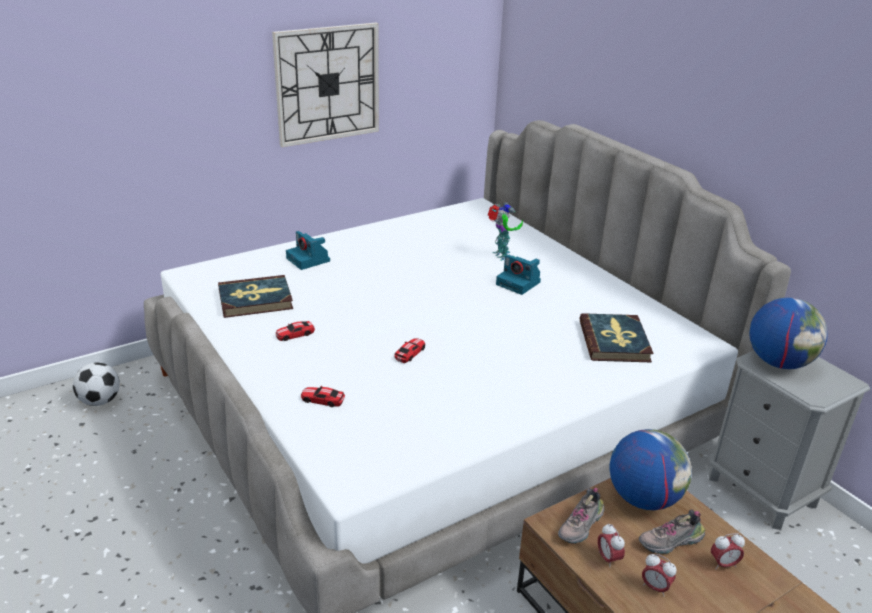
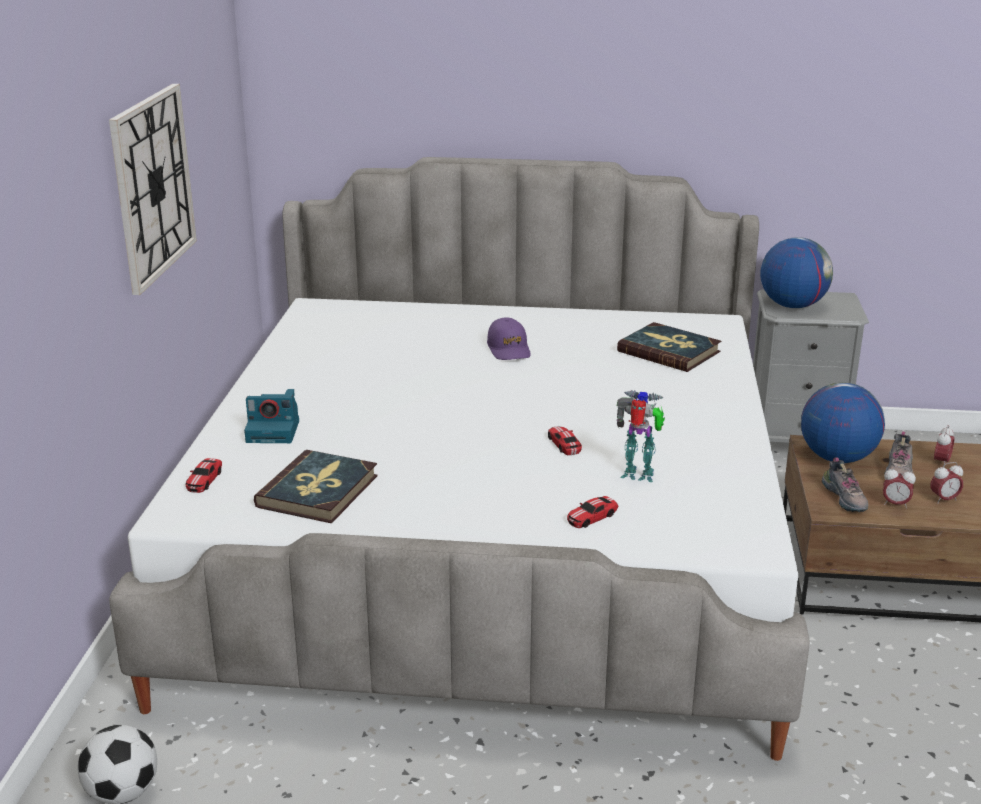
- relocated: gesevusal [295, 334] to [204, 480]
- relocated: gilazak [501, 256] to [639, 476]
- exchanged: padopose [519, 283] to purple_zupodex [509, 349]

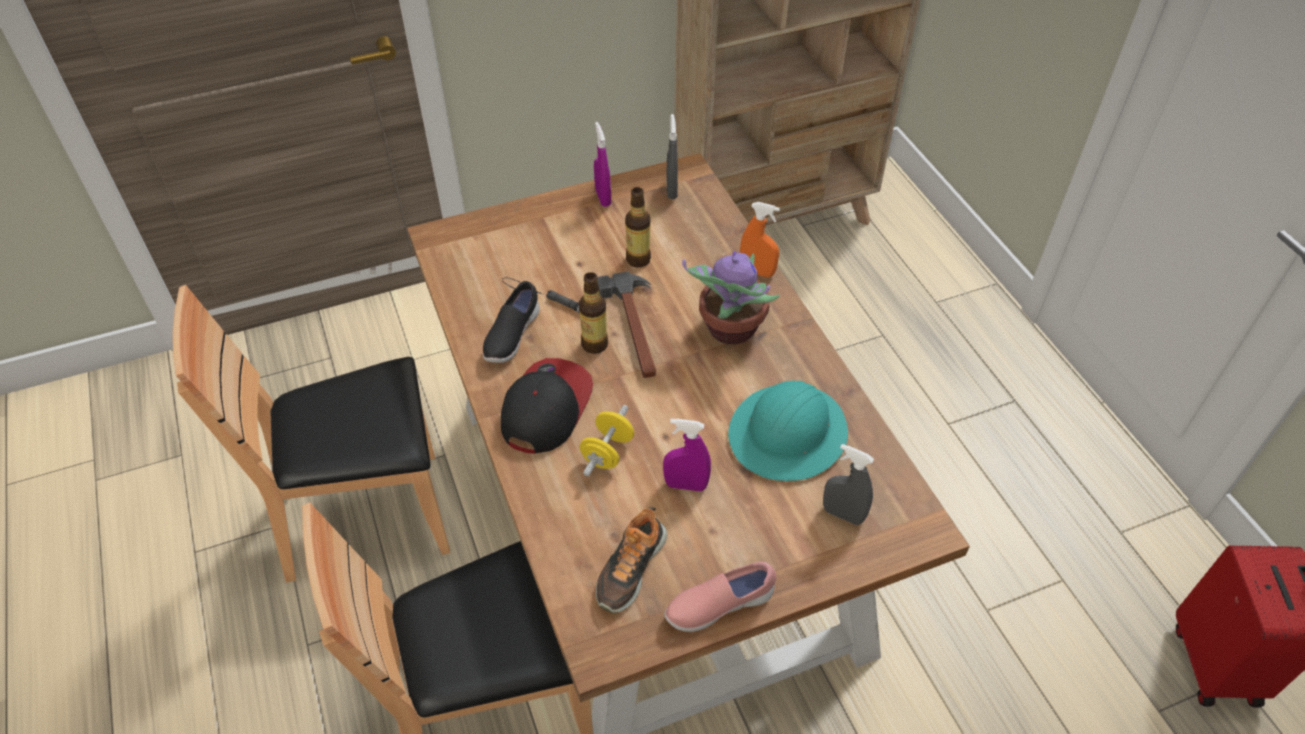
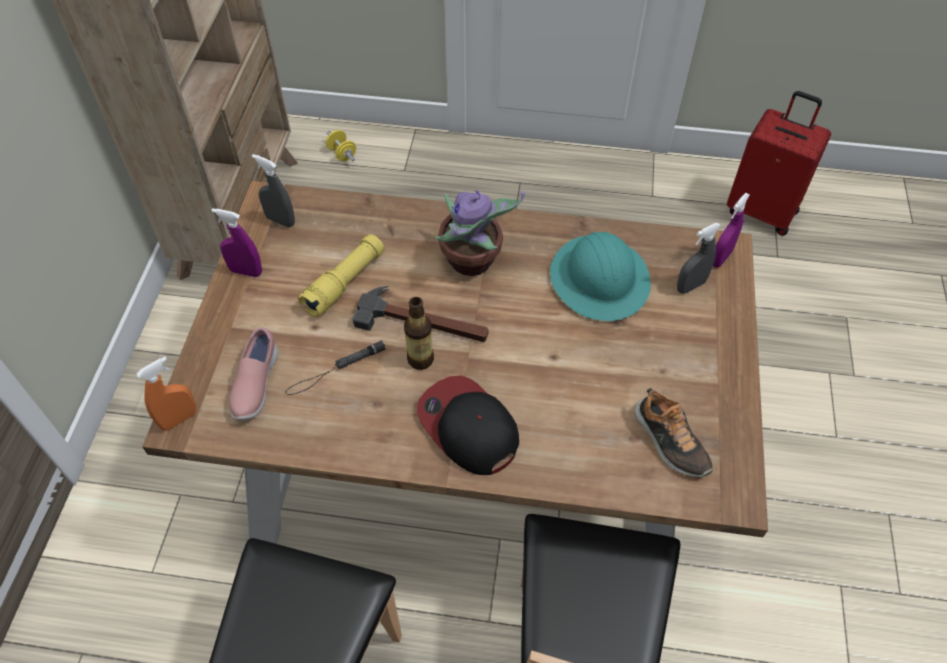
- missing: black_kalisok [511, 336]
- relocated: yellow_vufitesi [607, 452] to [342, 154]
- exchanged: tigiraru [638, 259] to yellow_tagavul [345, 283]
- relocated: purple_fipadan [686, 485] to [721, 258]
- relocated: pink_kalisok [718, 605] to [255, 385]
- relocated: orange_fipadan [757, 272] to [179, 419]

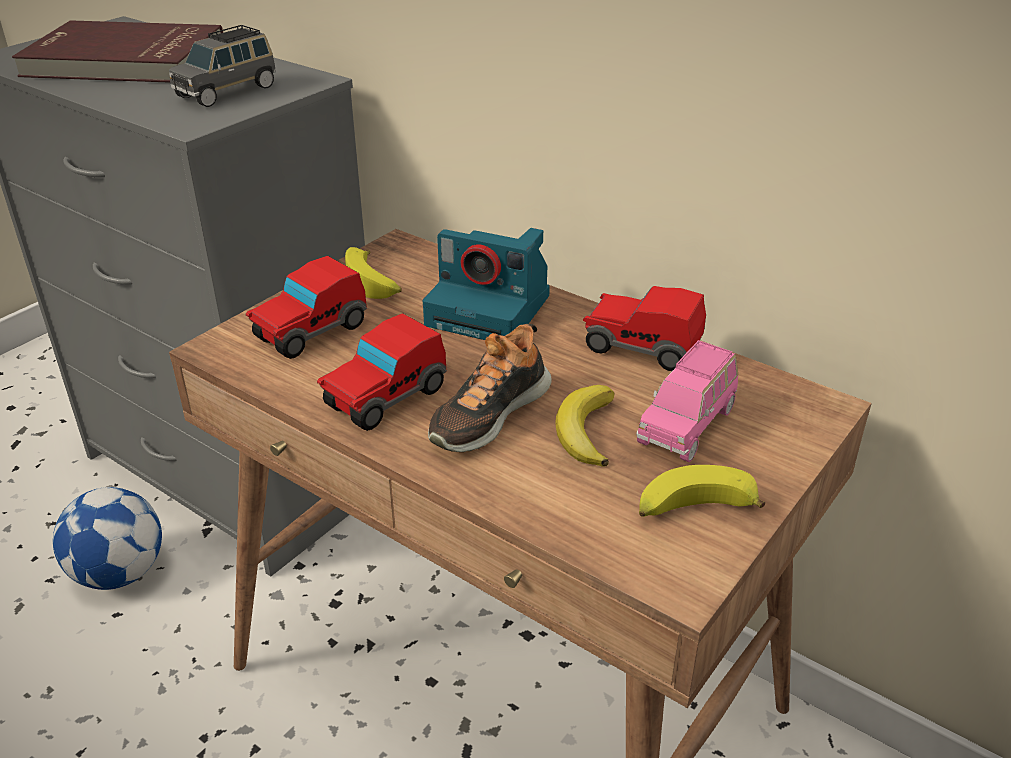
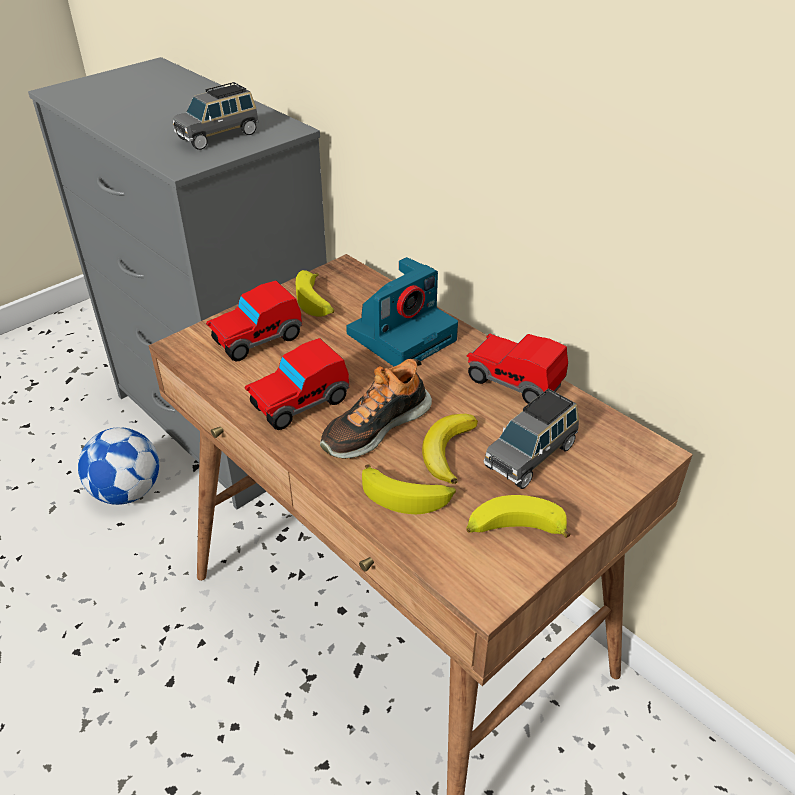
- missing: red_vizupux [124, 61]
- spun: padopose [491, 310] = [402, 335] 75 degrees counterclockwise
- colour: pink_gesevusal [687, 425] to grey_gesevusal [530, 456]
- appeared: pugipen [407, 496]

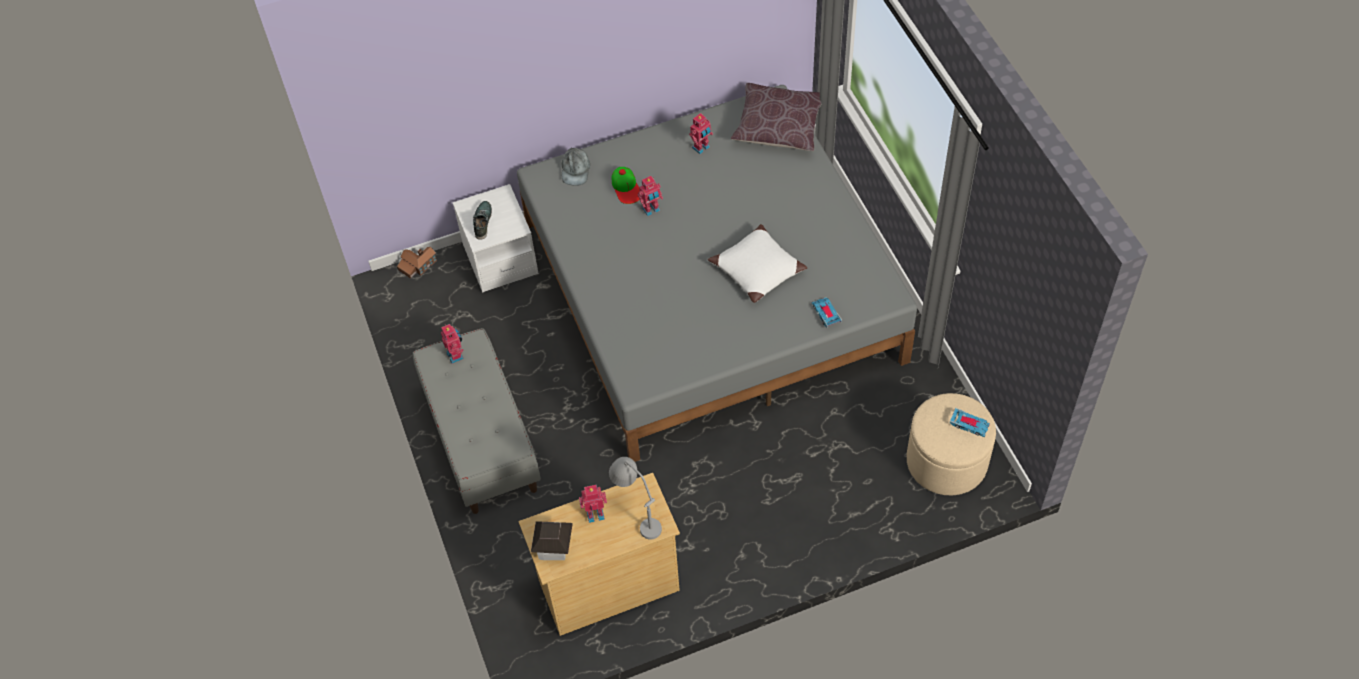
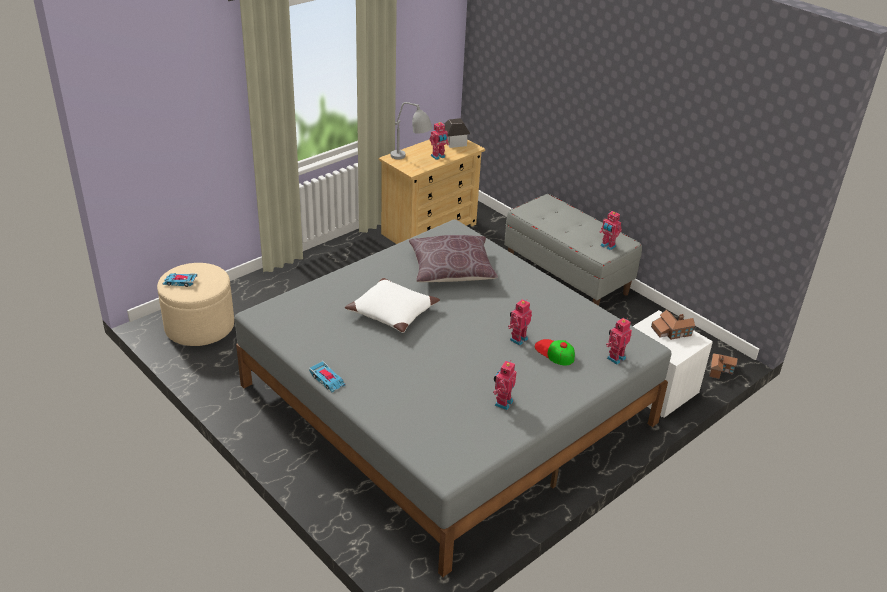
- exchanged: kalisok [482, 222] to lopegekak [671, 331]
- exchanged: grey_zupodex [575, 170] to gilazak [615, 357]
- relocated: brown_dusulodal [779, 126] to [451, 270]
- relocated: gesevusal [826, 313] to [327, 379]

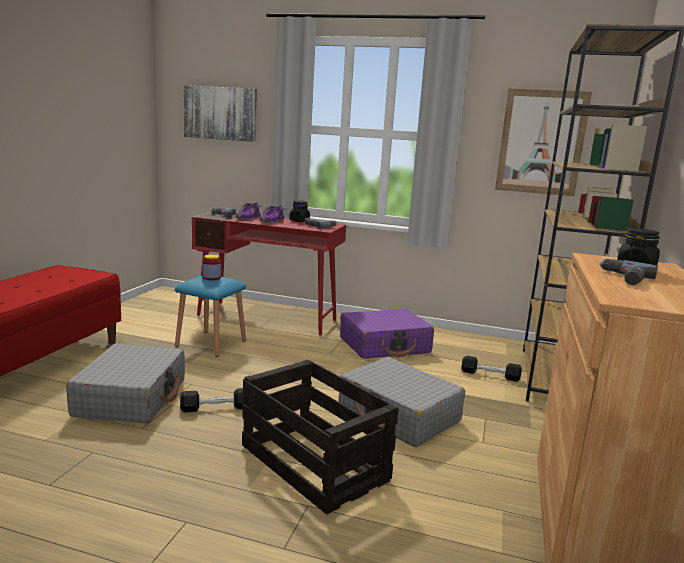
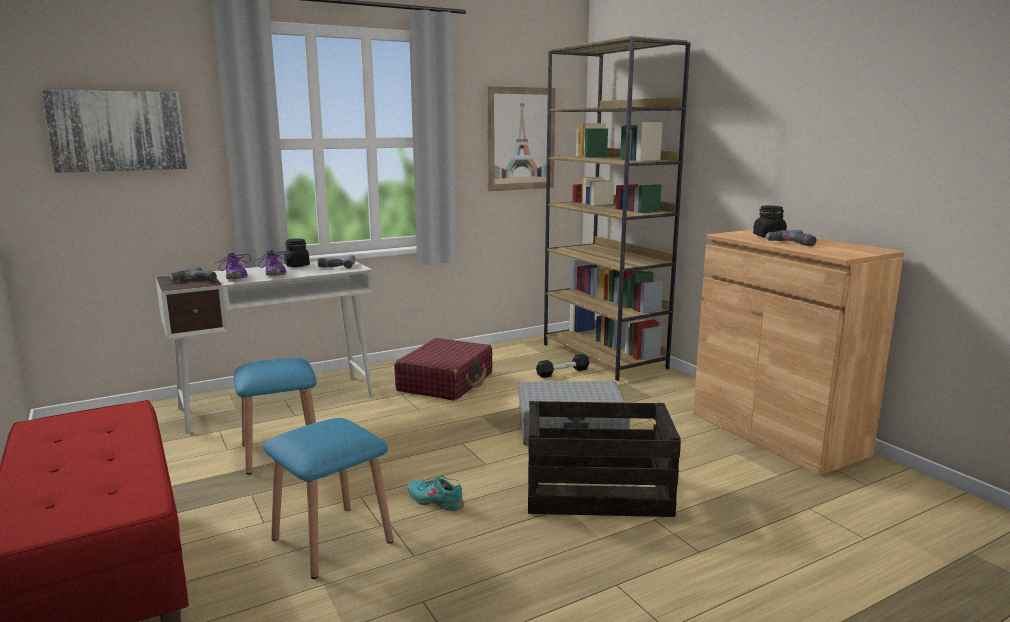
- exchanged: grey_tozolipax [132, 397] to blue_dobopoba [332, 540]
- exchanged: black_vufitesi [216, 408] to turquoise_kalisok [435, 501]
- colour: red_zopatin [267, 317] to white_zopatin [279, 402]
- missing: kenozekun [211, 278]
- colour: purple_tozolipax [385, 345] to red_tozolipax [446, 382]

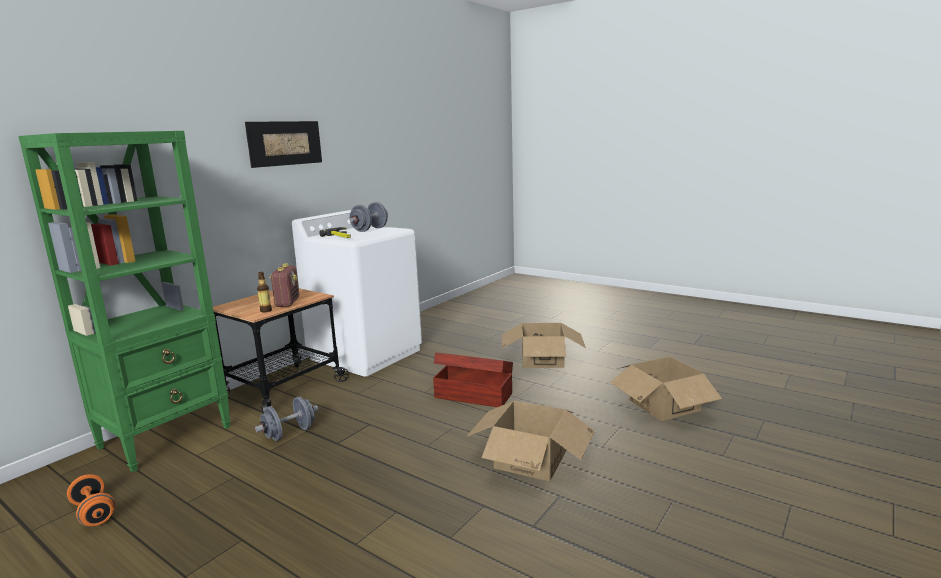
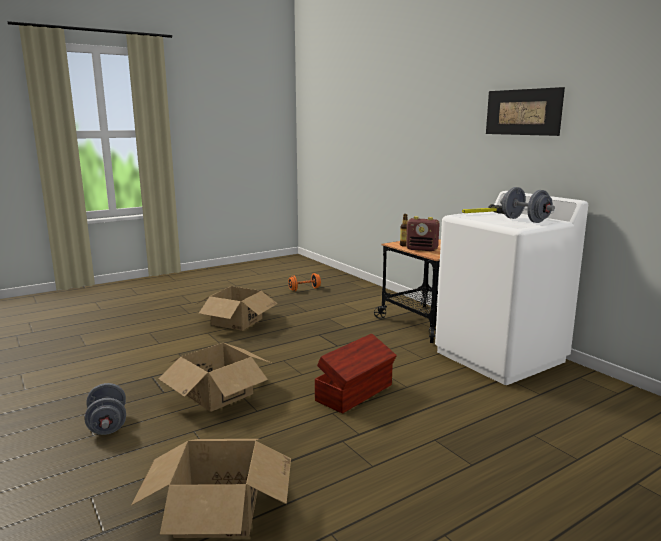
- missing: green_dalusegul [167, 436]
- relocated: grey_vufitesi [289, 433] to [108, 424]
- relocated: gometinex [542, 359] to [237, 321]

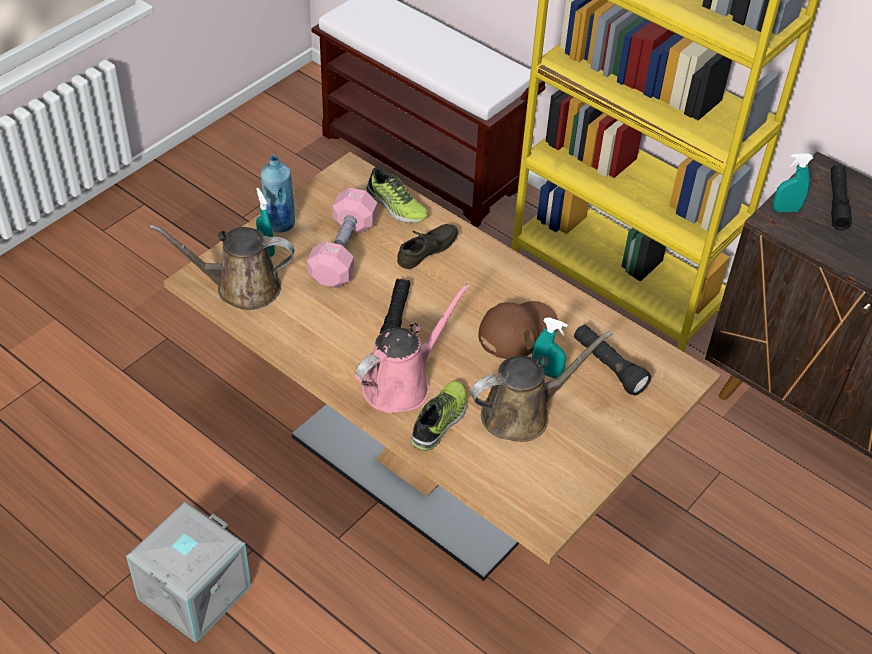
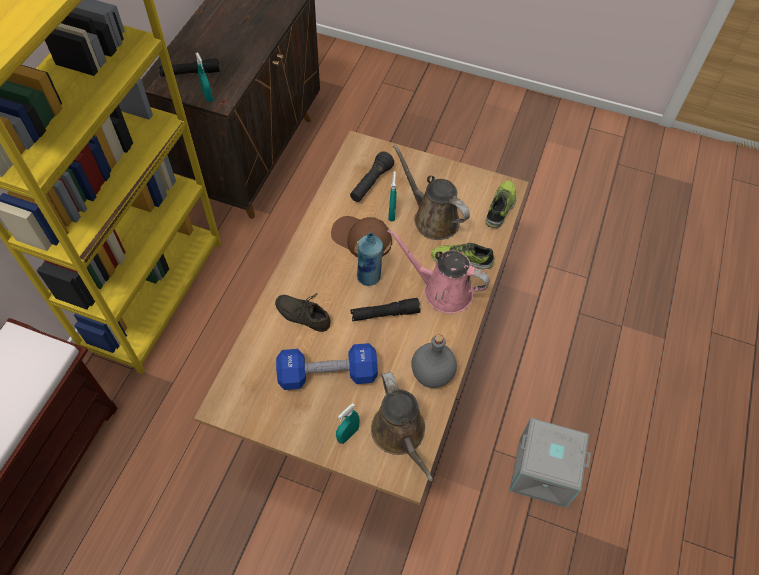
- relocated: blue_tigiraru [280, 224] to [369, 277]
- colour: pink_vufitesi [343, 252] to blue_vufitesi [327, 374]
- relocated: kalisok [395, 206] to [501, 208]
- appeared: grey_tigiraru [431, 374]

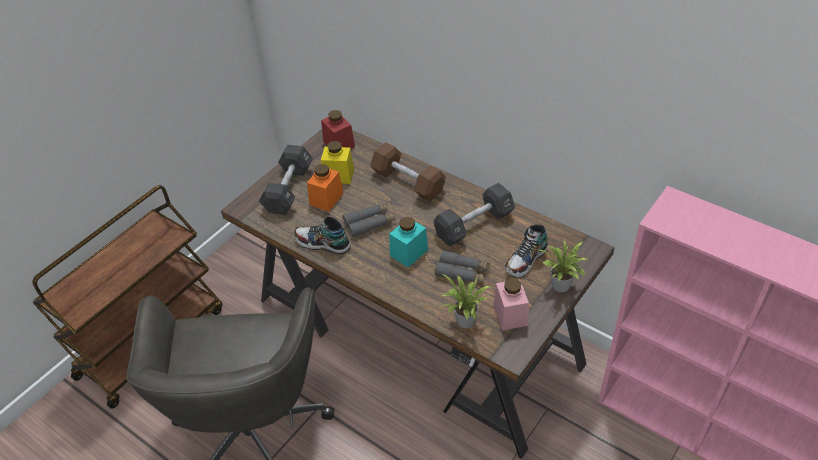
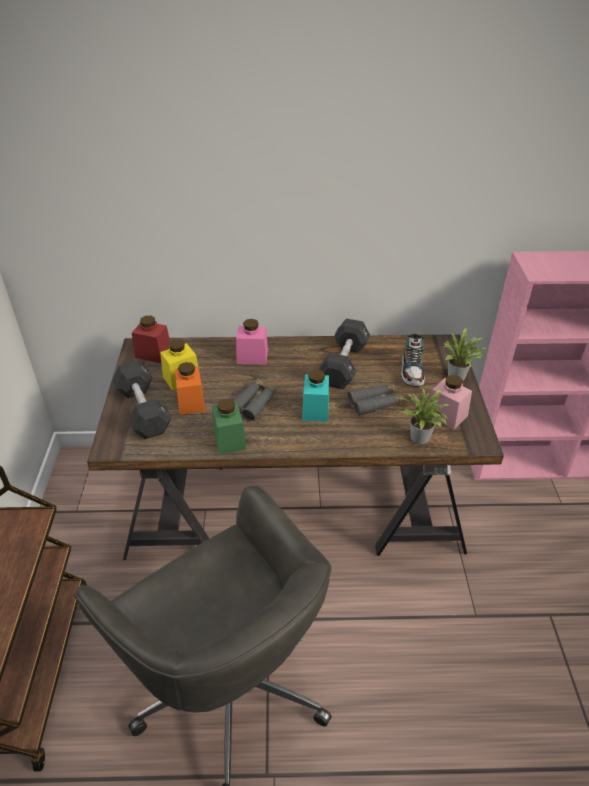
- exchanged: kalisok [323, 244] to green_kenozekun [229, 440]
- exchanged: brown_vufitesi [408, 182] to pink_kenozekun [252, 357]

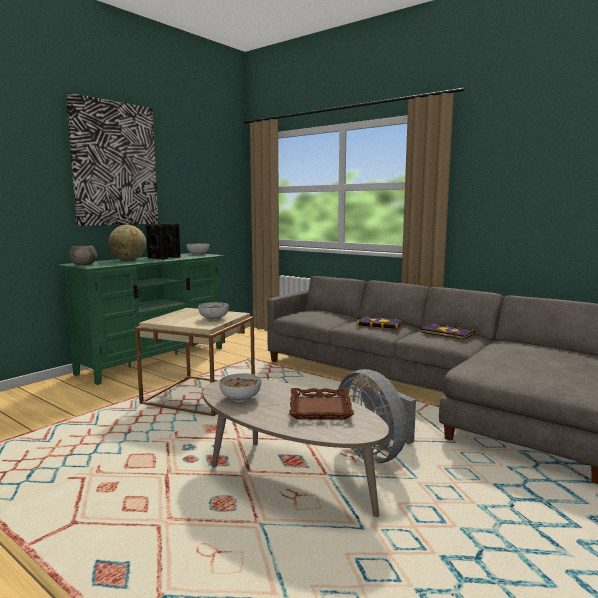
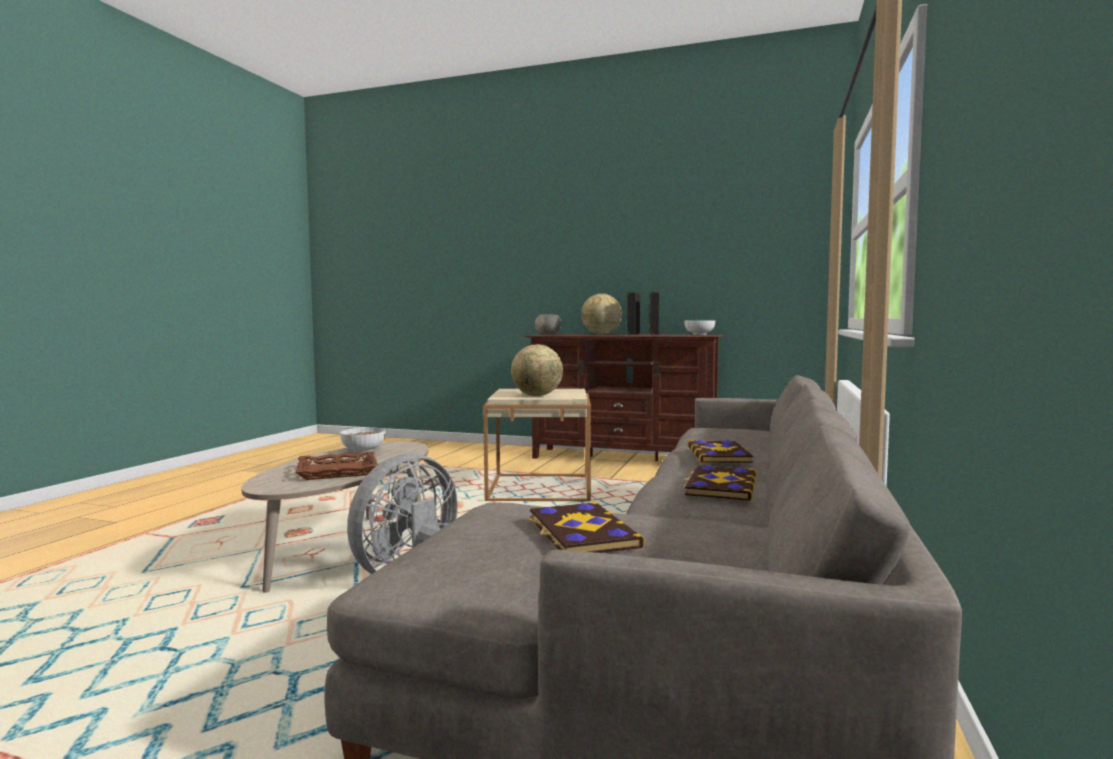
- colour: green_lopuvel [154, 360] to brown_lopuvel [624, 458]
- missing: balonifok [115, 164]
- exchanged: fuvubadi [214, 319] to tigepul [537, 396]
- appeared: vizupux [580, 532]

